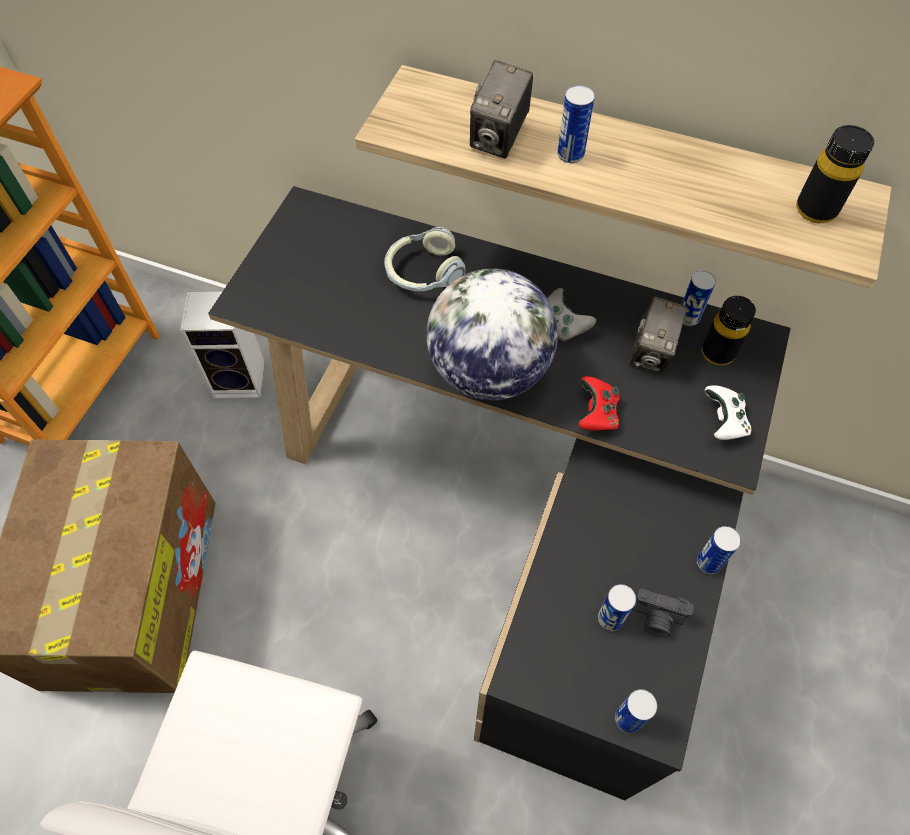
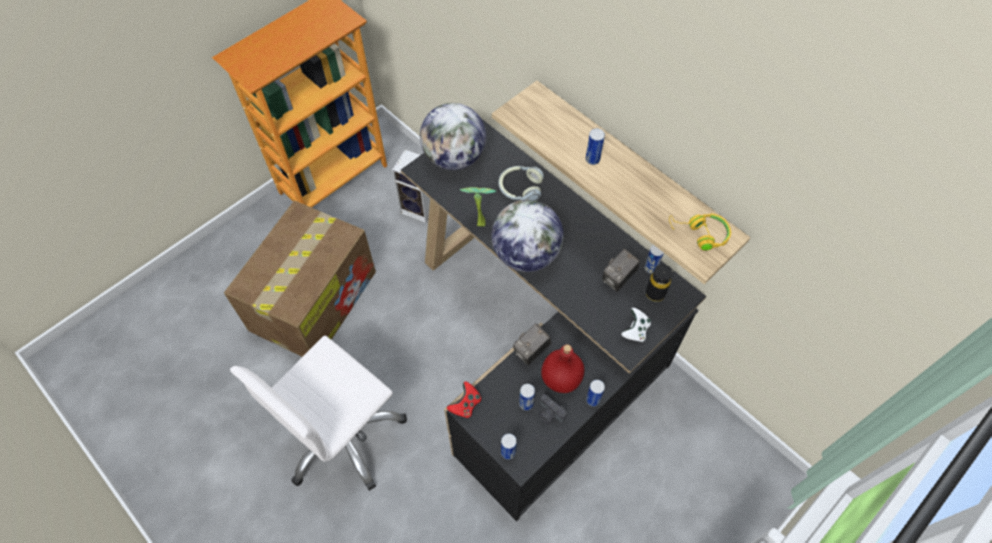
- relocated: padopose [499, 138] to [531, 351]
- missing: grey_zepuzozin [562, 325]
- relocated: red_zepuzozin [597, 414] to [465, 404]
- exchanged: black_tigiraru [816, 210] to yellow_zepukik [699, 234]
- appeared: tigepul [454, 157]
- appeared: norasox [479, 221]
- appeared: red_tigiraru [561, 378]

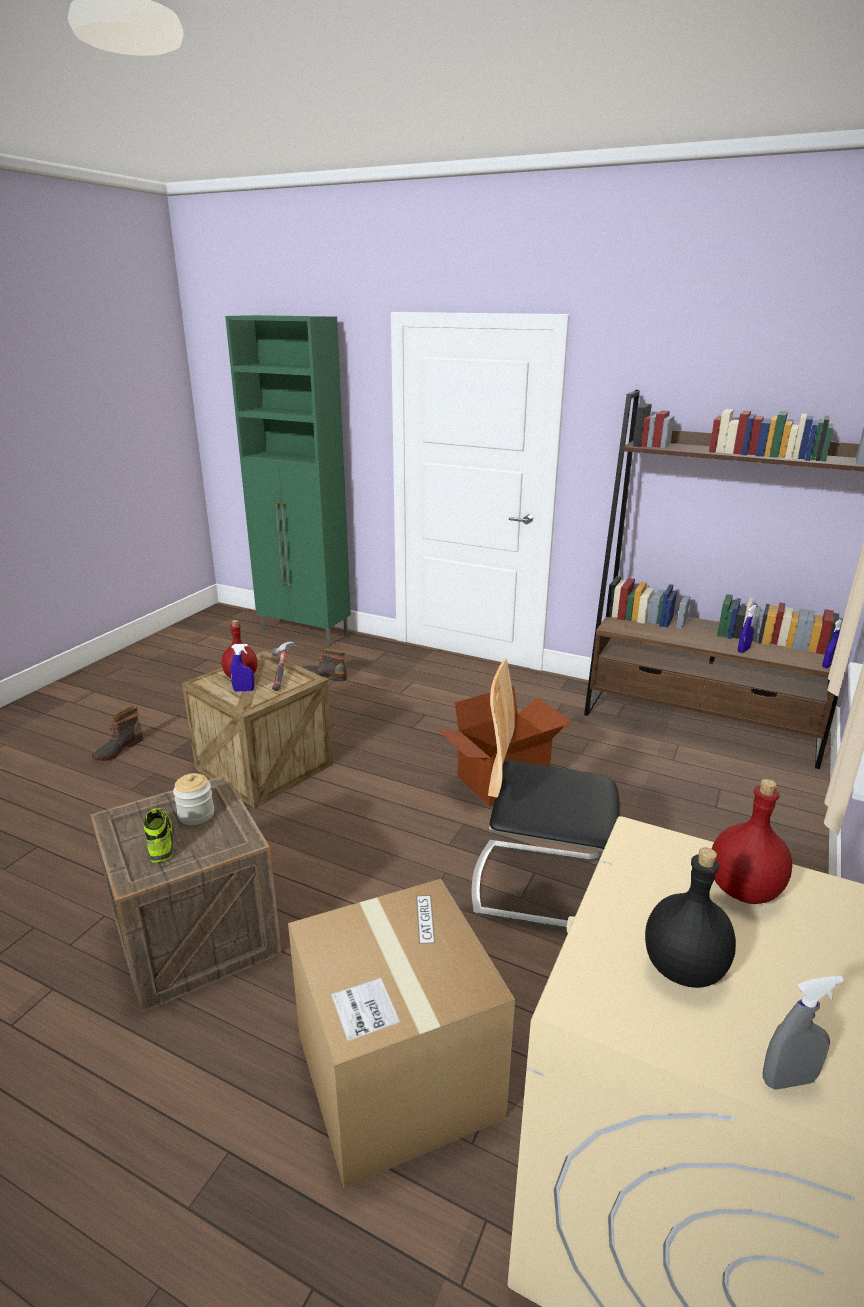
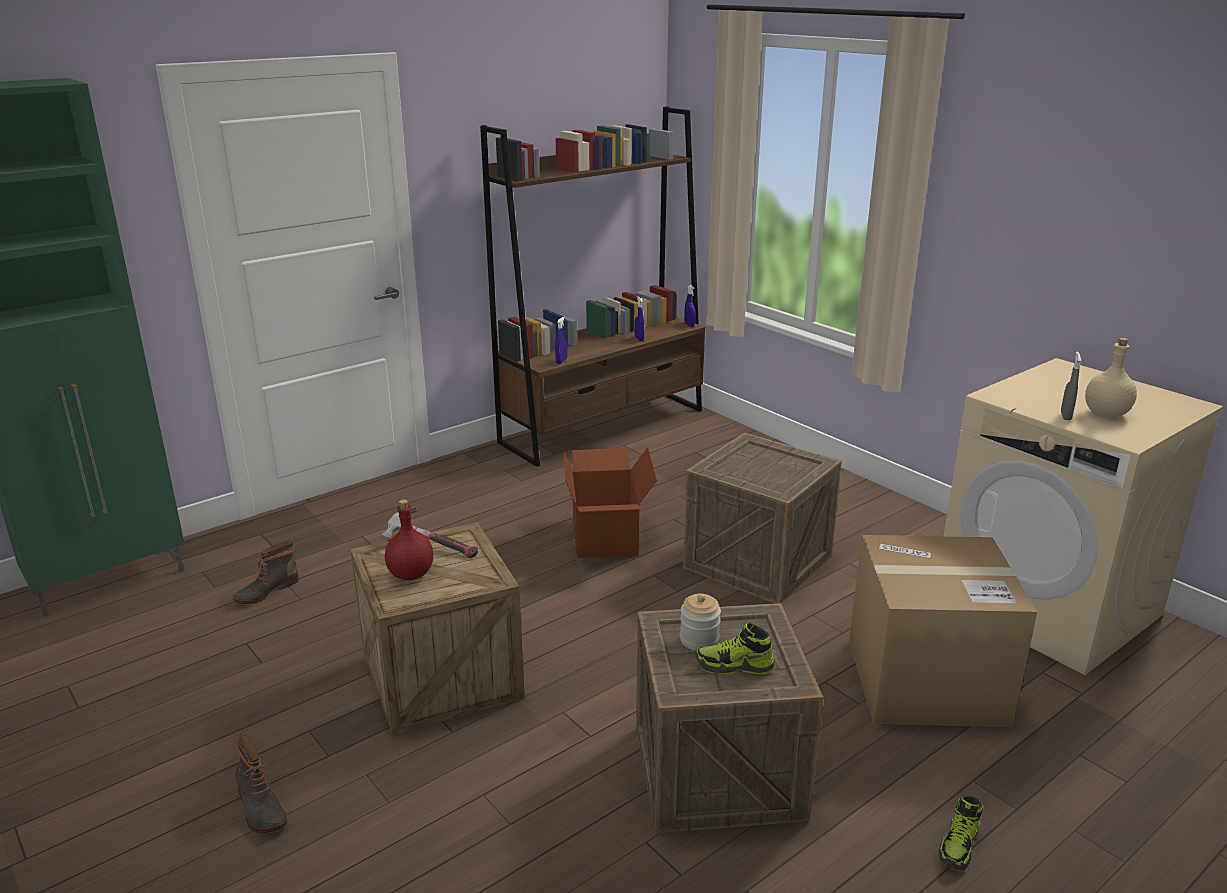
- relocated: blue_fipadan [244, 690] to [561, 361]
- exchanged: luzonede [540, 884] to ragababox [757, 562]
- colour: black_tigiraru [685, 969] to beige_tigiraru [1106, 414]
- missing: red_tigiraru [742, 890]
- relocated: grey_fipadan [788, 1080] to [1065, 416]
- appeared: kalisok [959, 846]

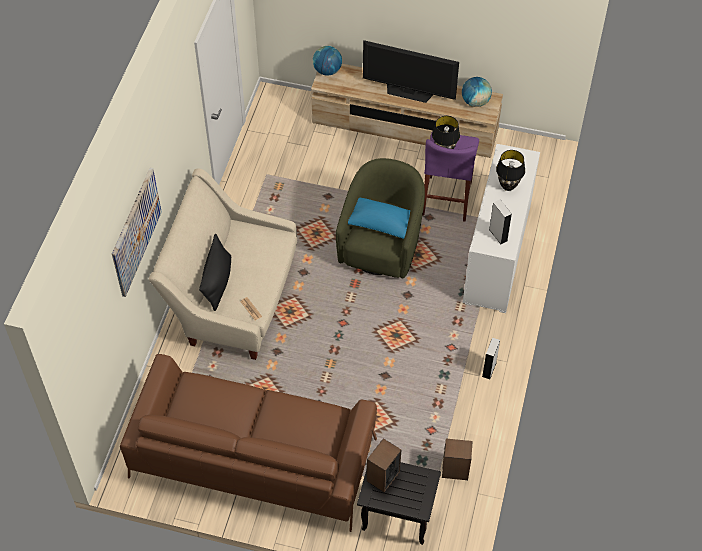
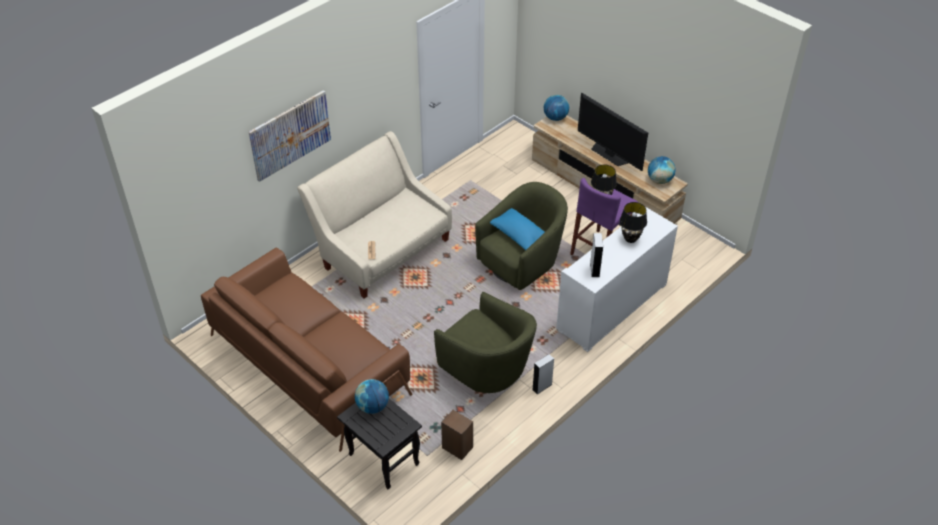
- missing: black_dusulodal [217, 282]
- exchanged: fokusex [383, 476] to tigepul [373, 406]
- appeared: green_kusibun [486, 369]

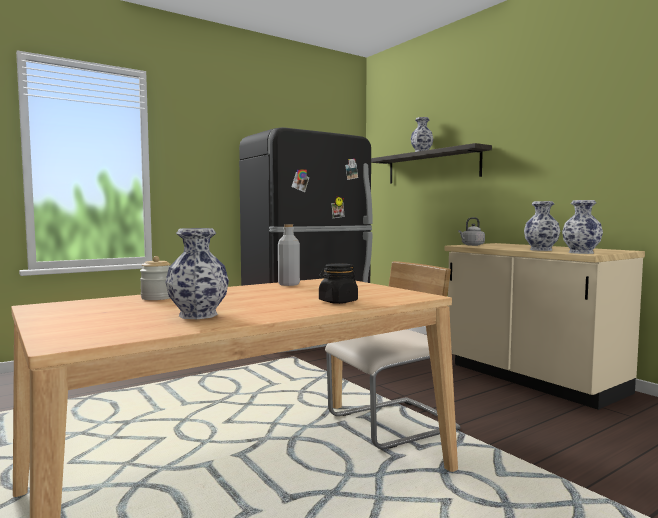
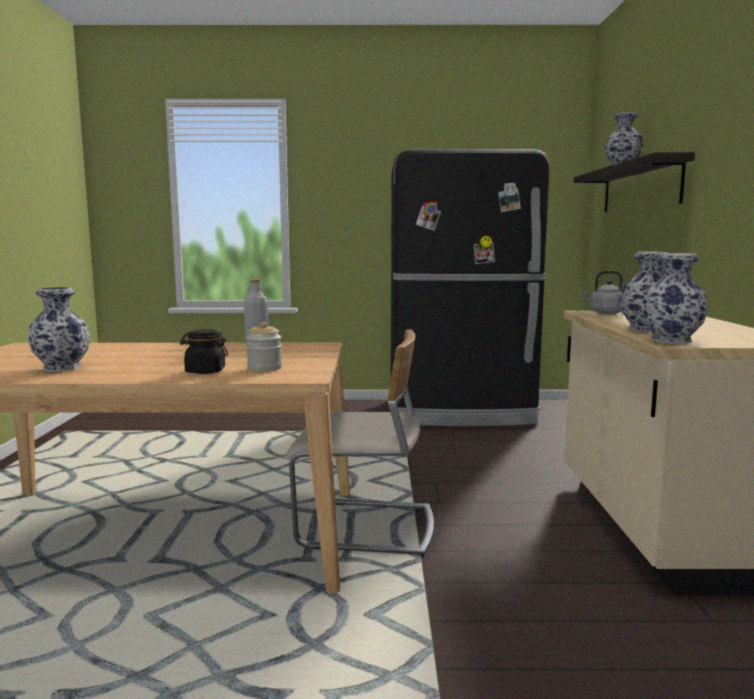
- relocated: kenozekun [157, 298] to [264, 368]

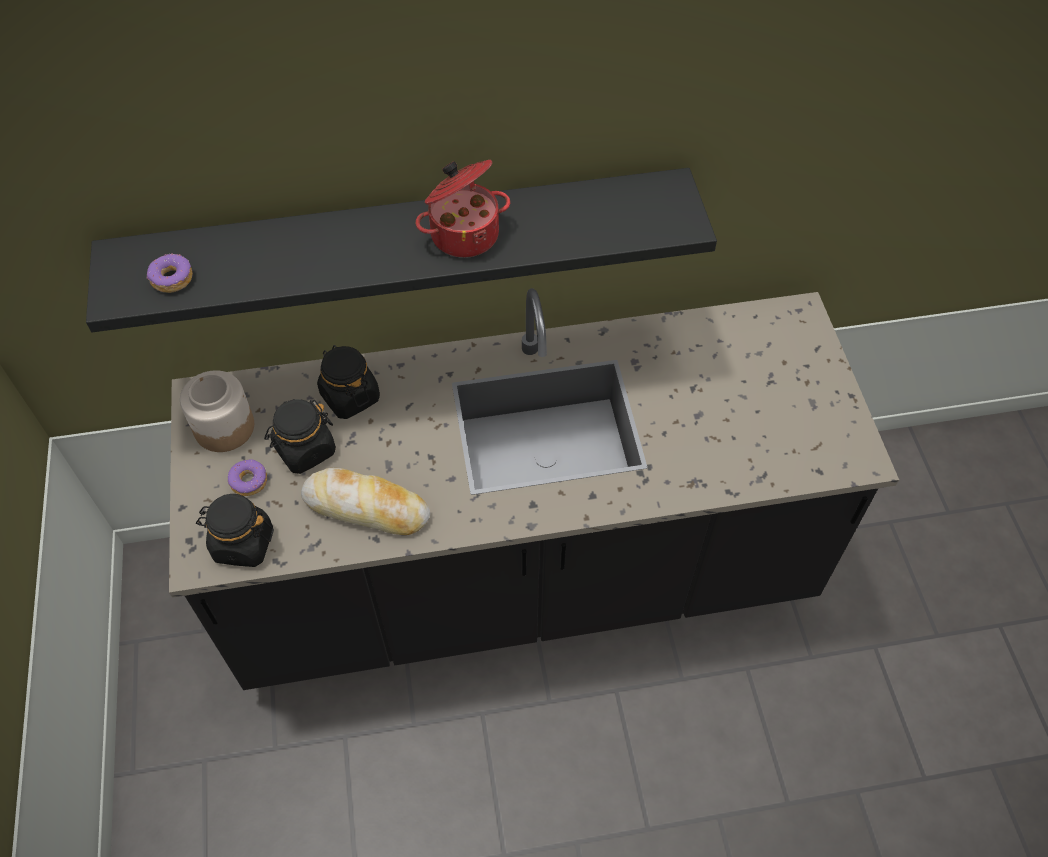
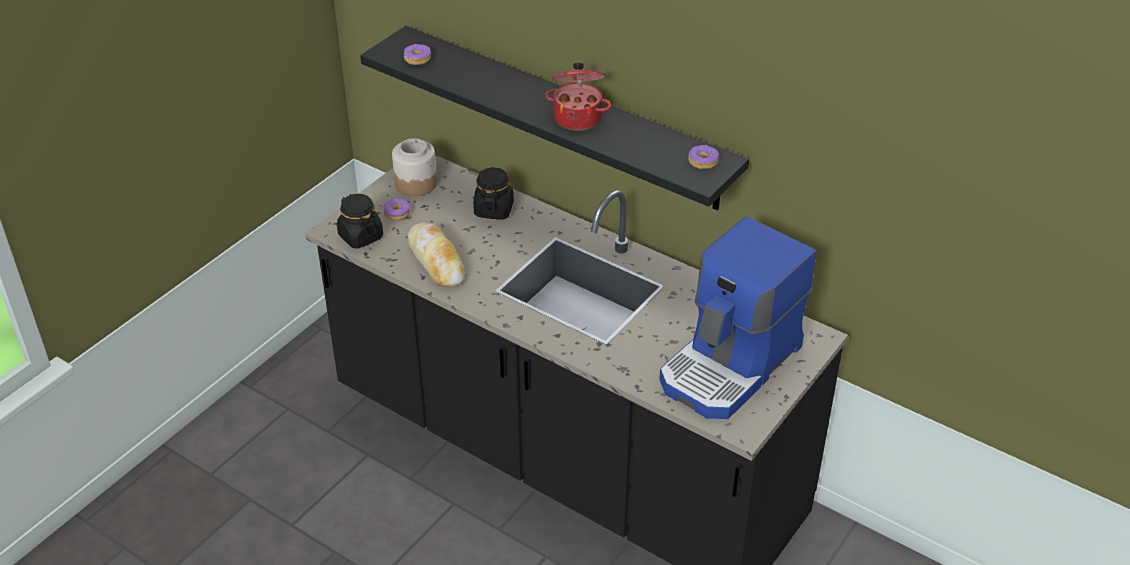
- missing: black_kenozekun [305, 450]
- appeared: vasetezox [731, 366]
- appeared: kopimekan [702, 161]

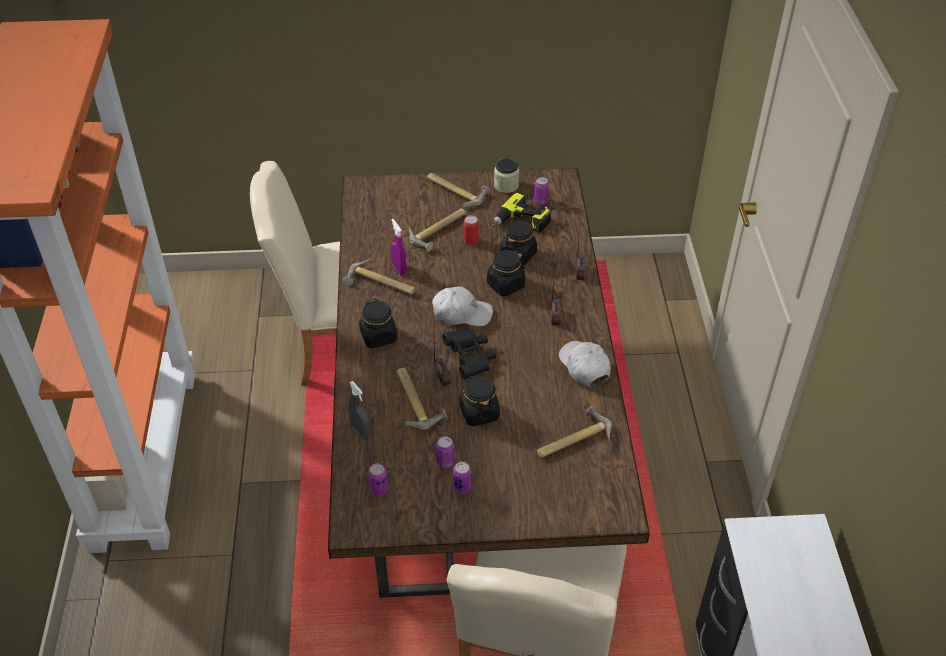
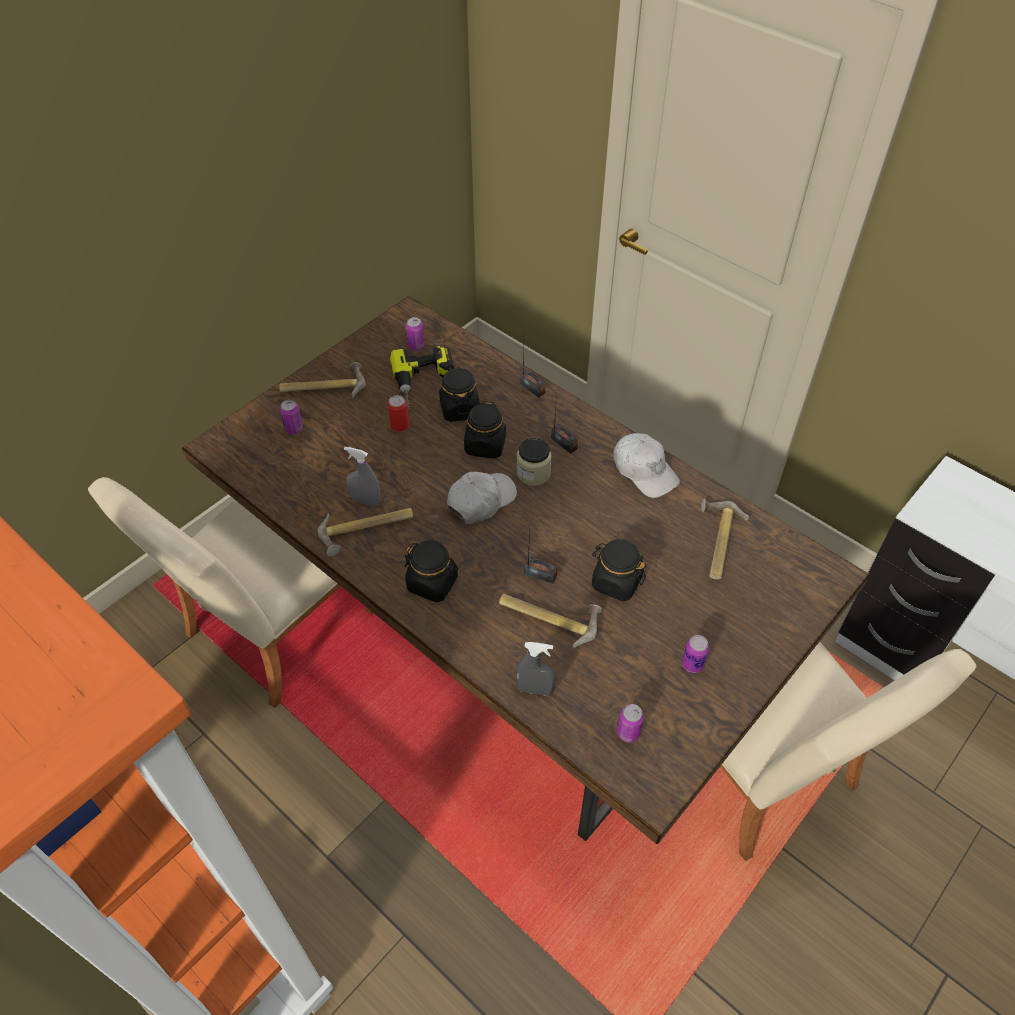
- colour: purple_fipadan [399, 269] to grey_fipadan [365, 501]
- missing: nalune [440, 231]
- relocated: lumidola [445, 462] to [294, 429]
- missing: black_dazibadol [470, 359]
- relocated: kenozekun [506, 185] to [533, 473]
- spun: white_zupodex [584, 367] = [644, 471] 150 degrees counterclockwise

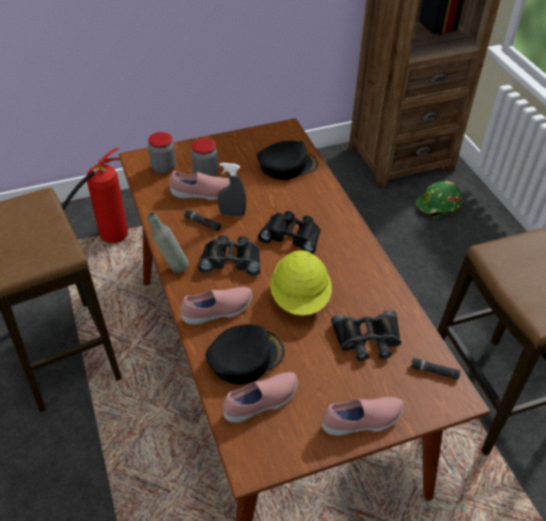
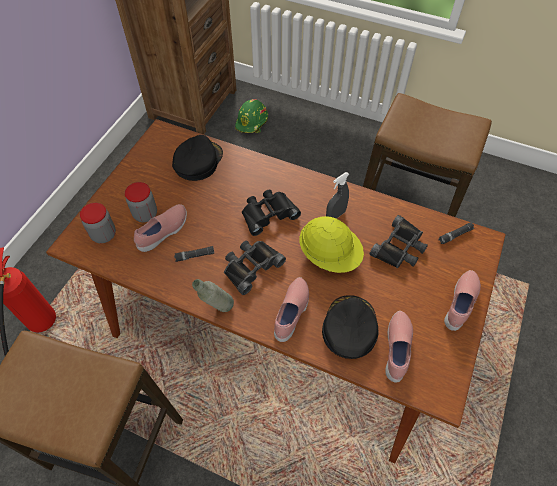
- relocated: grey_fipadan [232, 214] to [335, 215]

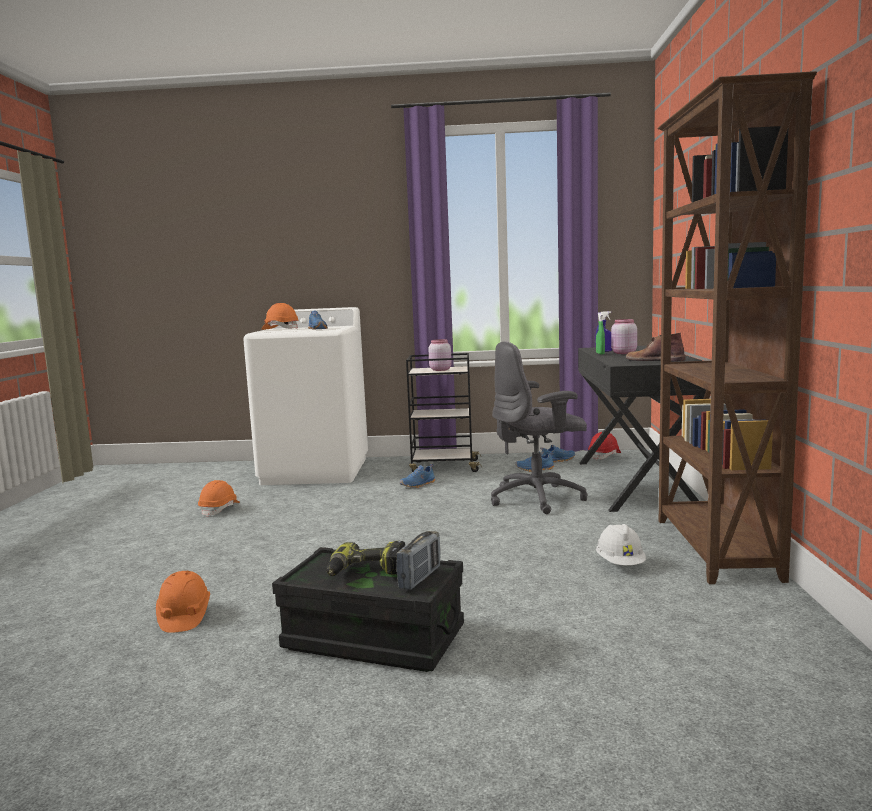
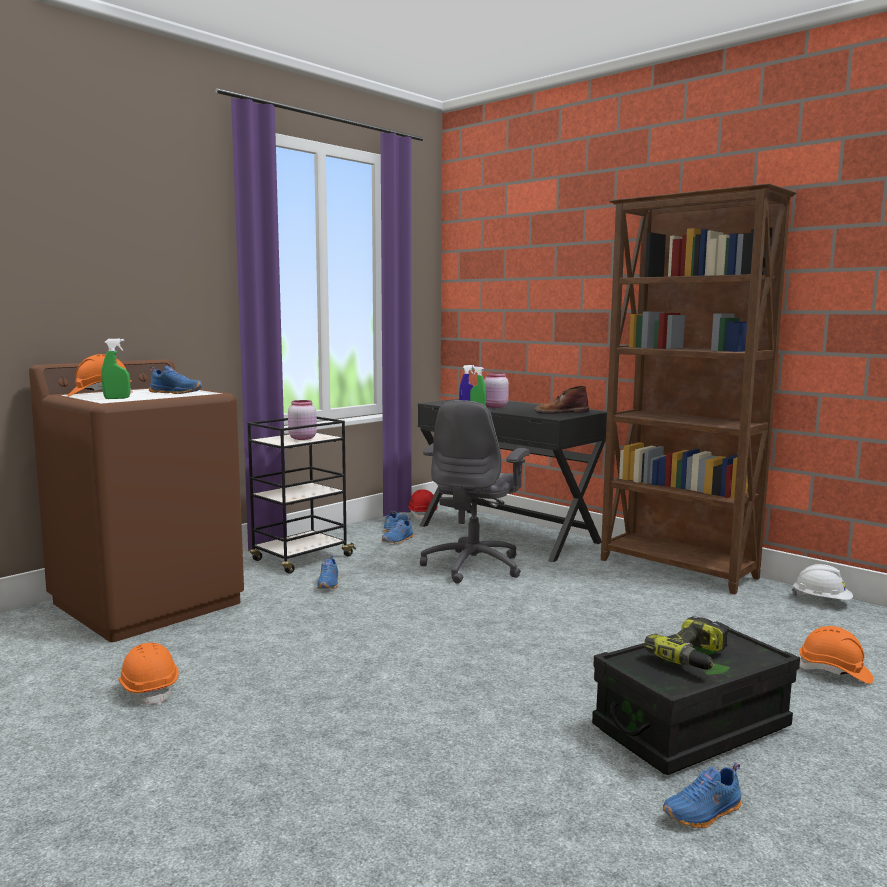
- relocated: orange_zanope [184, 617] to [834, 672]
- colour: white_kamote [316, 471] to brown_kamote [148, 602]
- missing: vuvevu [420, 578]
- relocated: white_zanope [620, 564] to [821, 601]
- appeared: green_fipadan [117, 398]
- appeared: blue_kalisok [704, 813]

